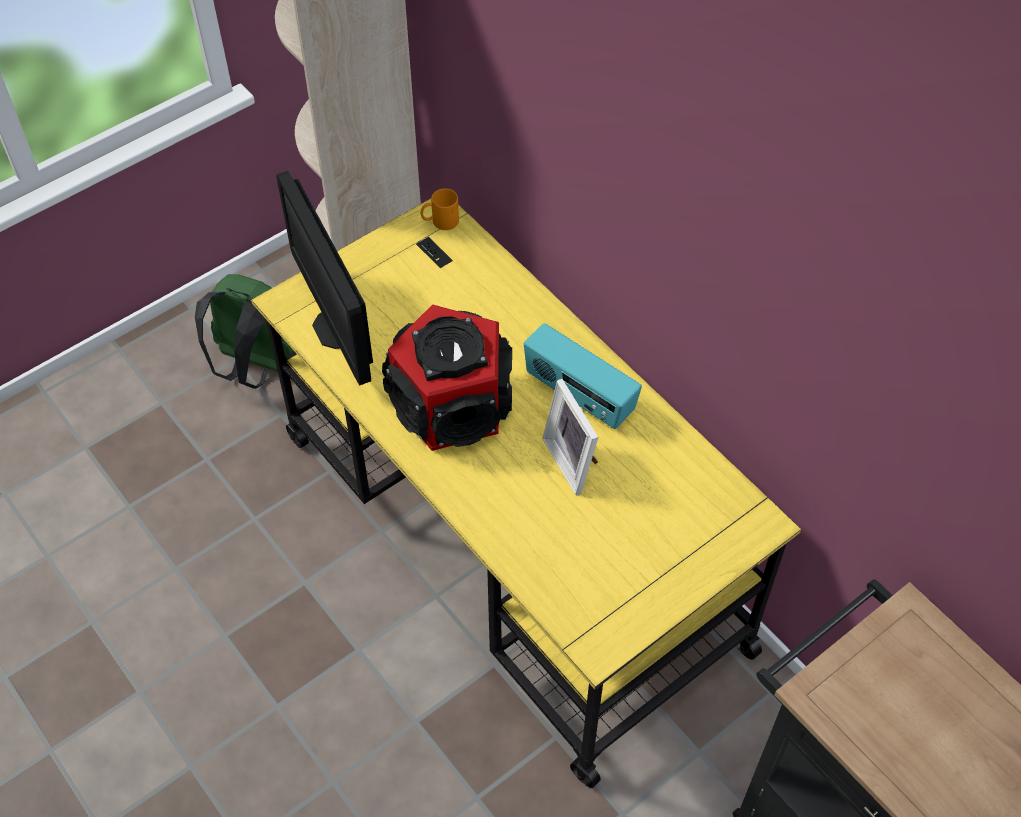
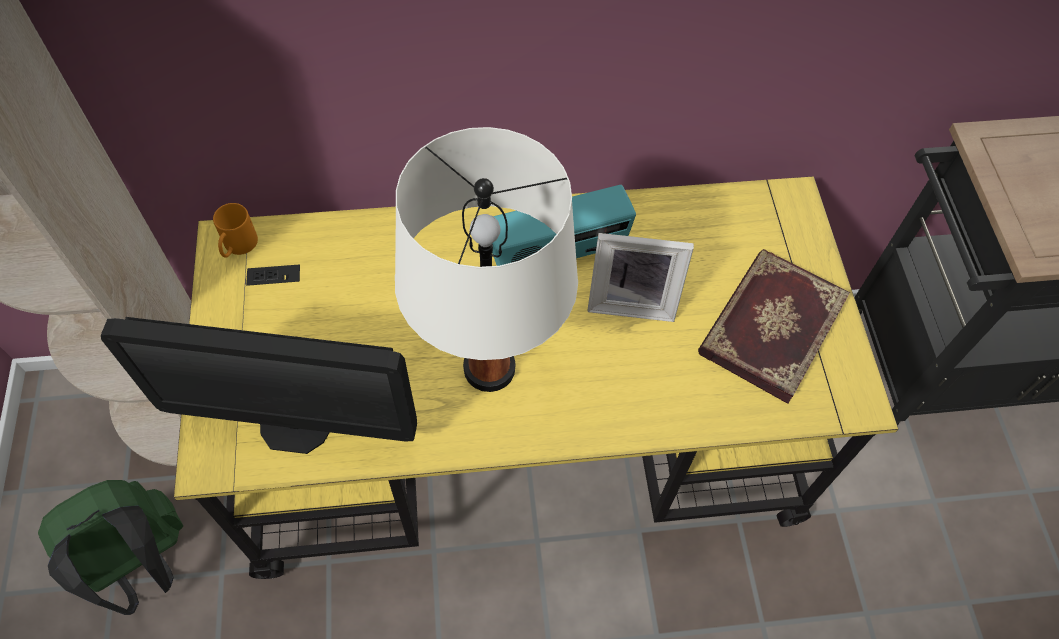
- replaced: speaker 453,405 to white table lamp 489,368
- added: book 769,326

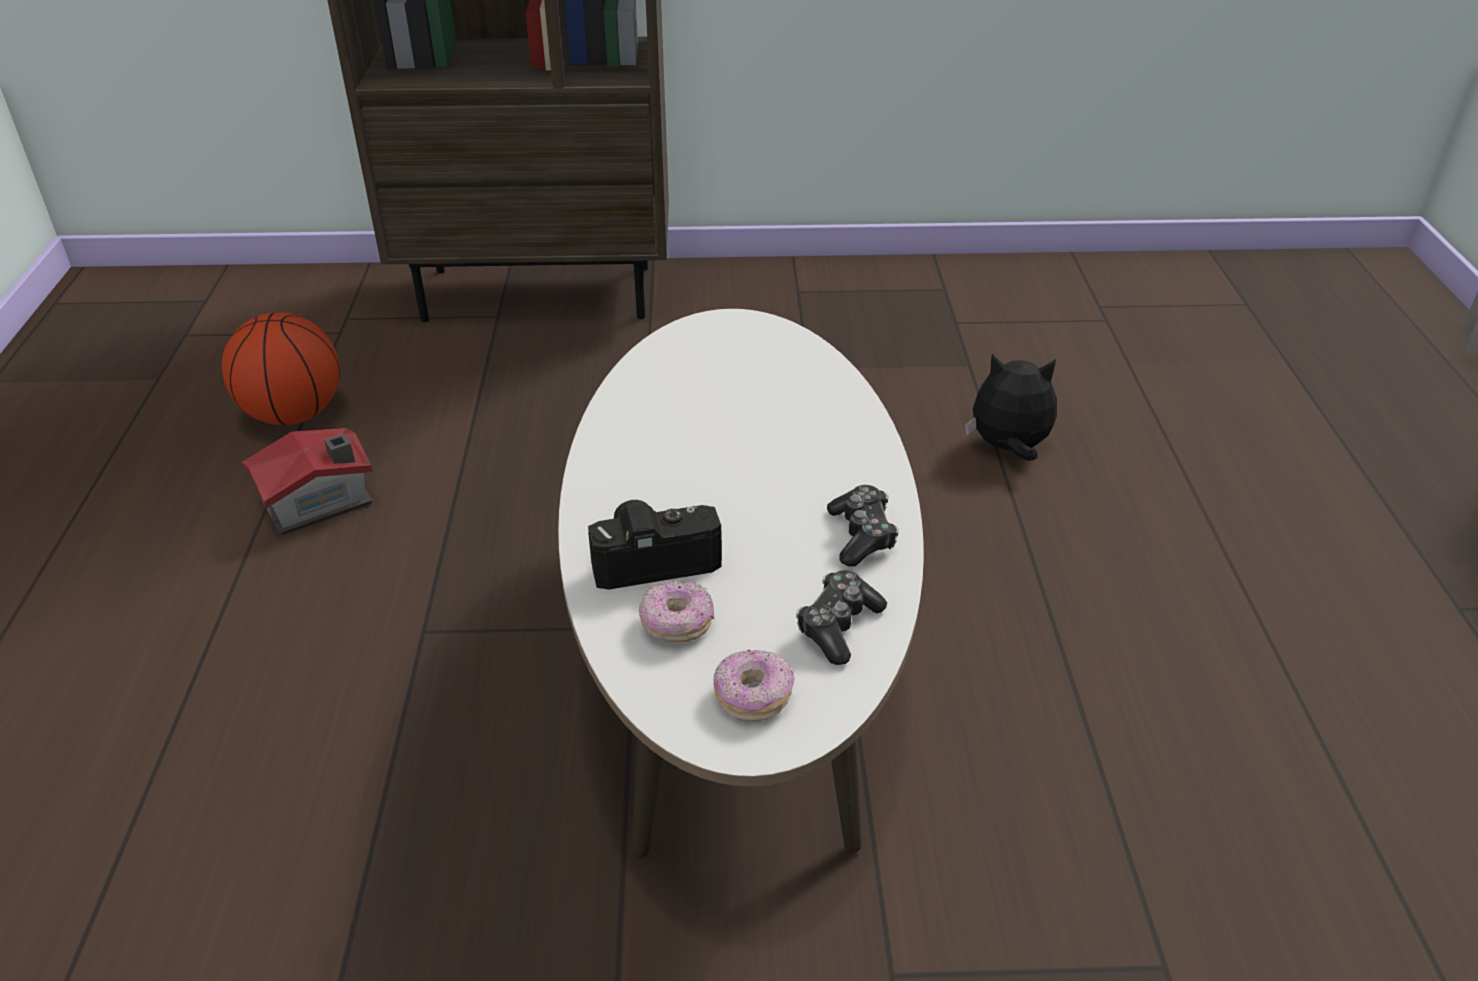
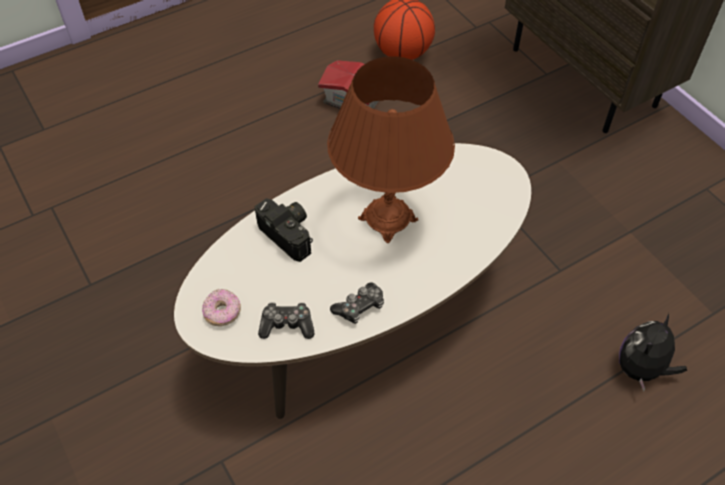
- turned: plush toy 1008,448 = 641,369 120 degrees counterclockwise
- removed: donut 677,624
- added: brown table lamp 388,219

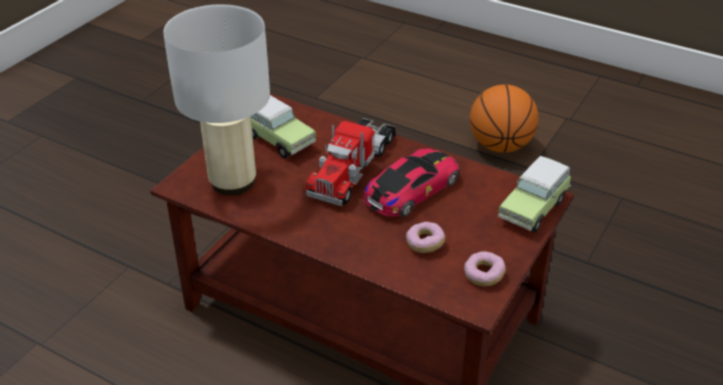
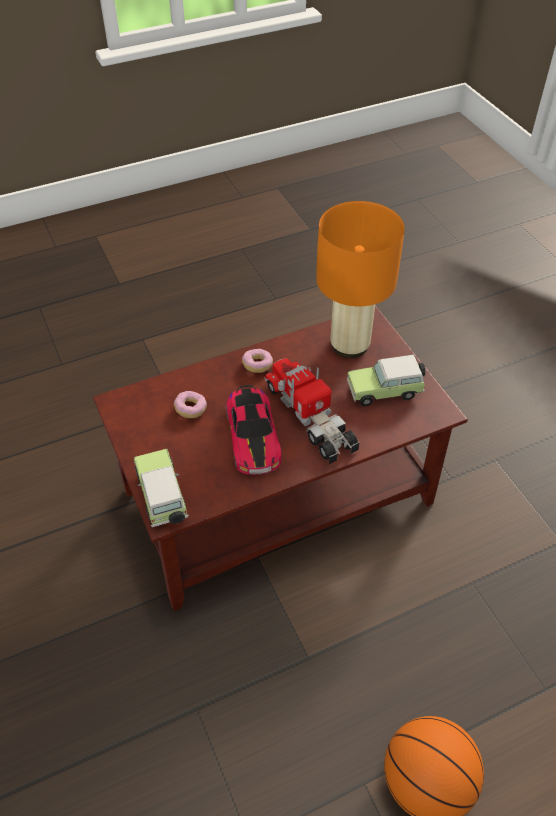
- recoloured: white table lamp 232,181 to orange table lamp 351,345
- moved: donut 483,275 to 257,365

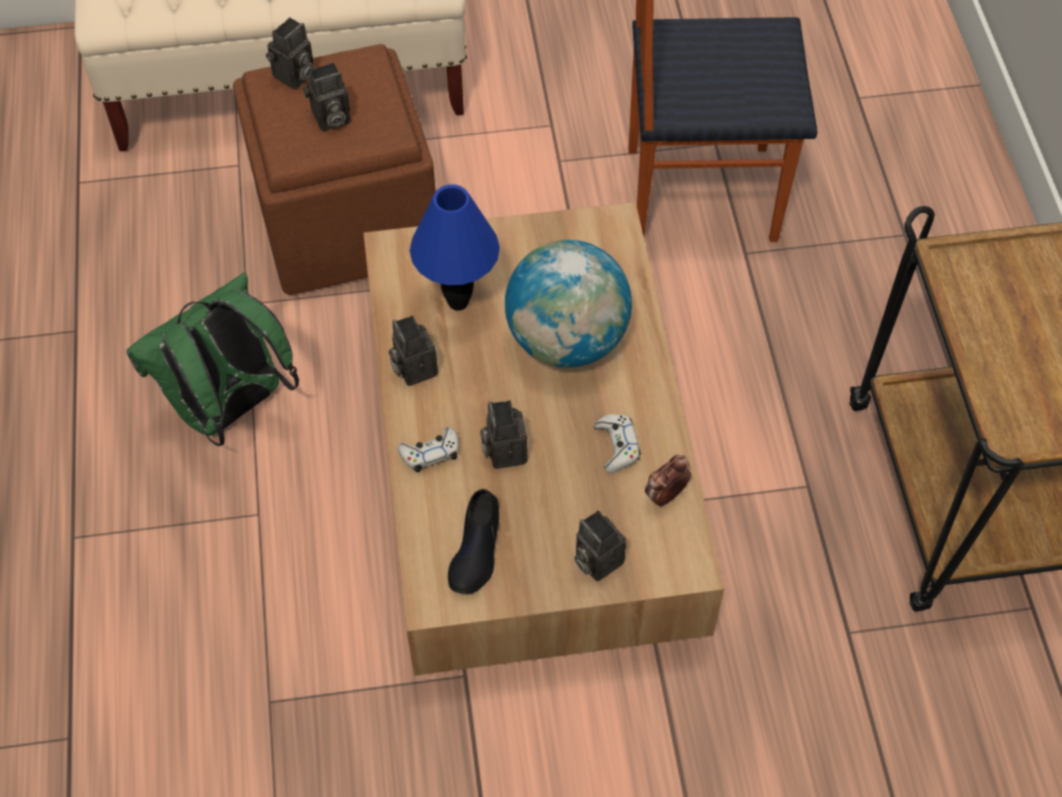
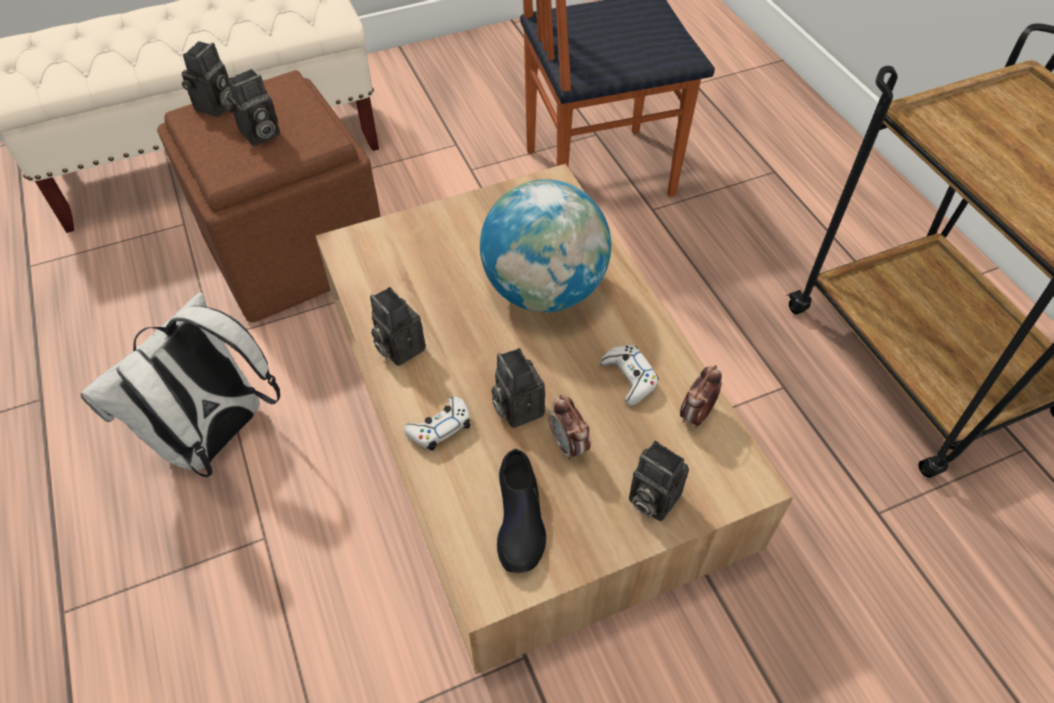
- removed: blue table lamp 458,303
- recoloured: green backpack 231,408 to white backpack 216,438
- added: alarm clock 568,445

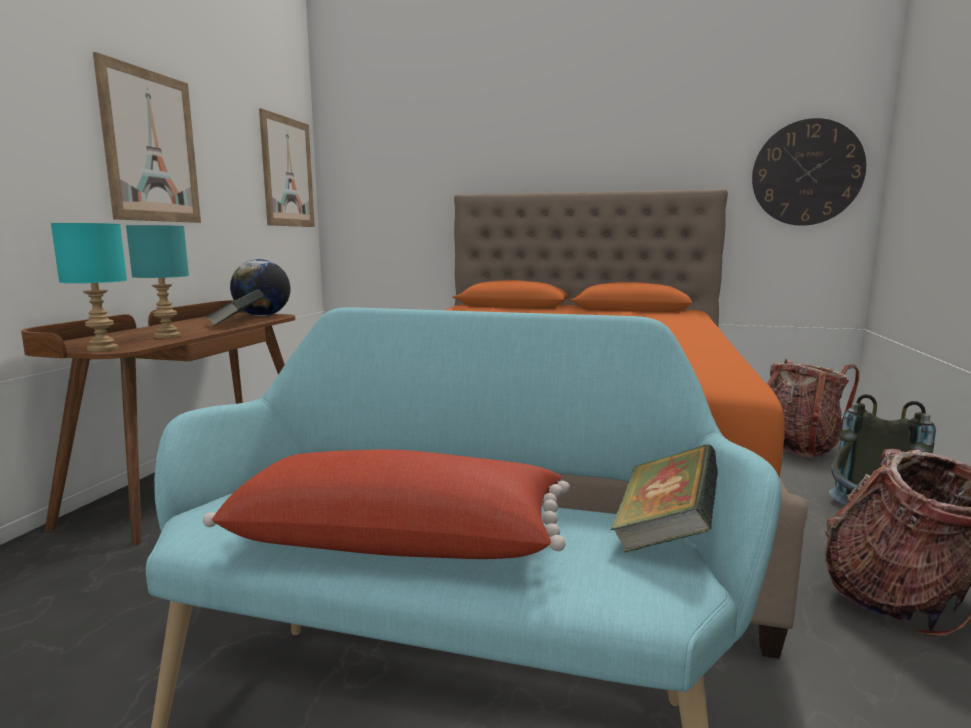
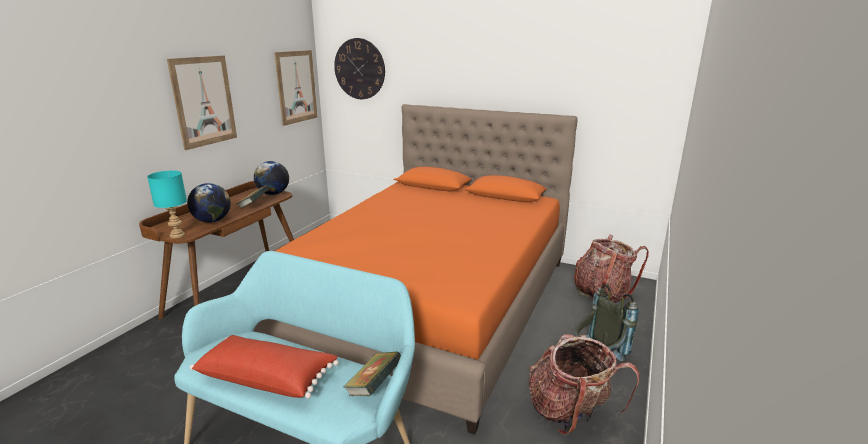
- moved: wall clock 807,173 to 359,69
- replaced: turquoise table lamp 166,336 to globe 212,221

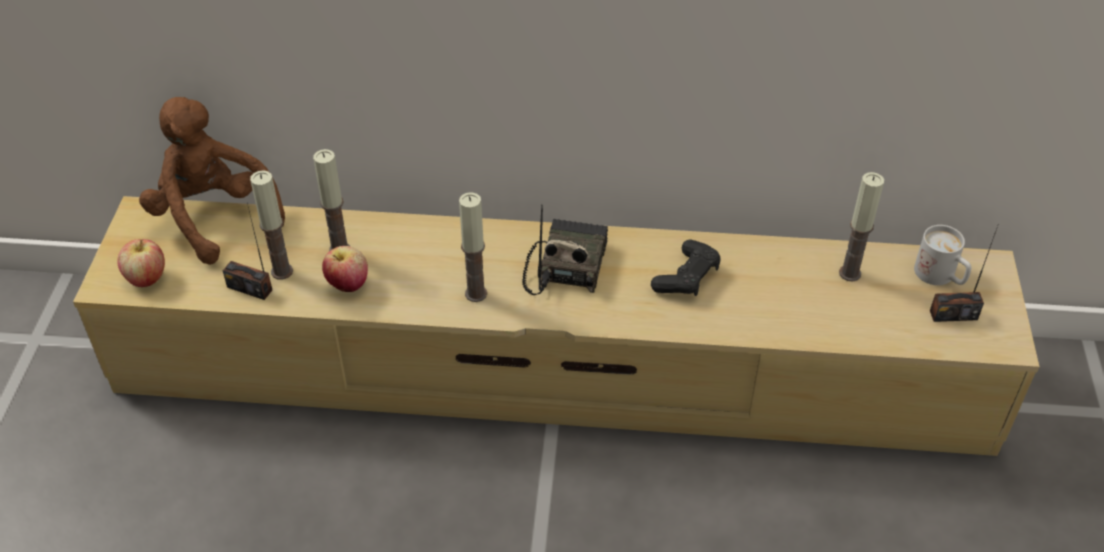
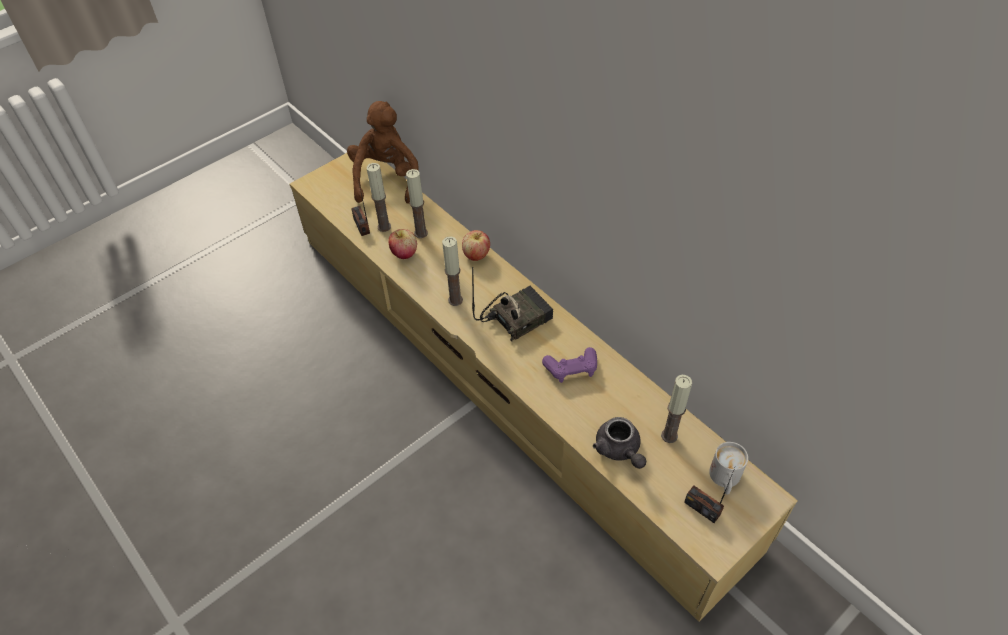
- moved: apple 147,278 to 476,255
- recoloured: black game controller 687,277 to purple game controller 571,369
- added: grey teapot 619,450

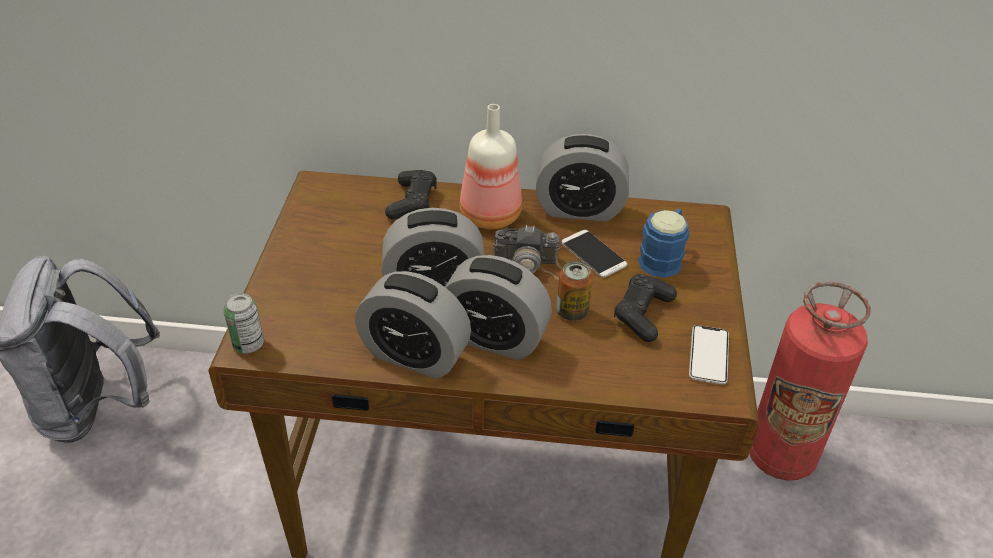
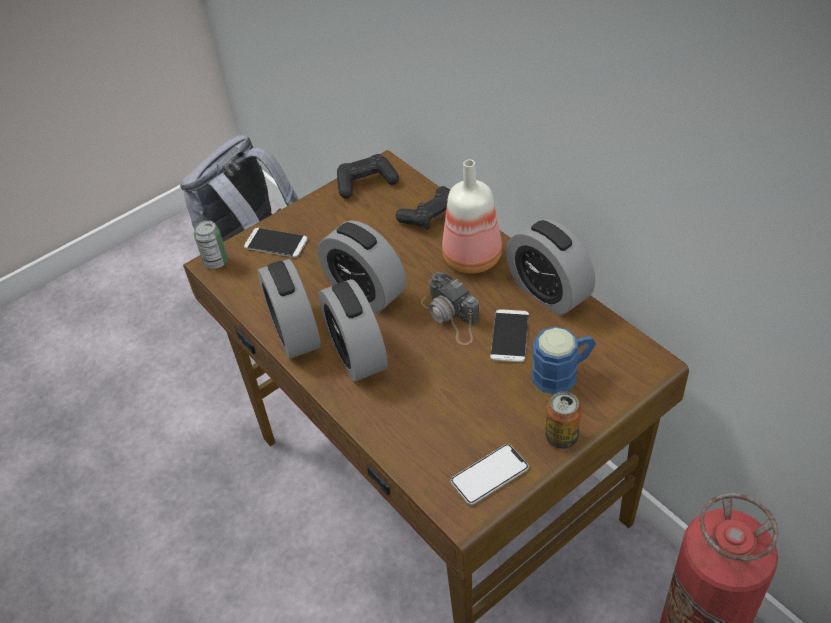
- moved: can 572,312 to 561,437
- moved: black game controller 642,314 to 366,183
- added: phone 276,243

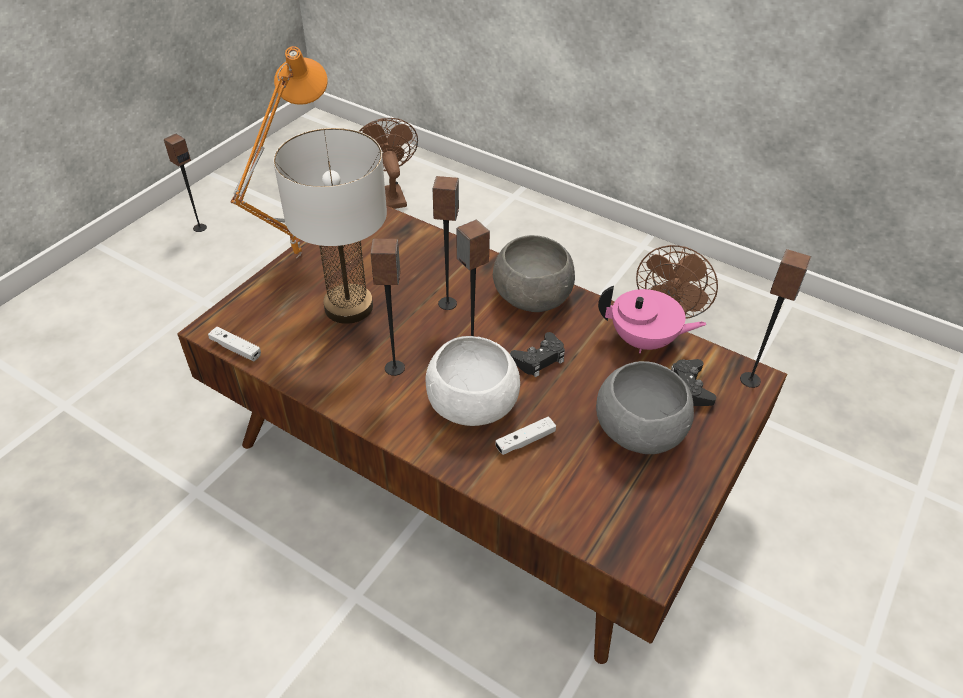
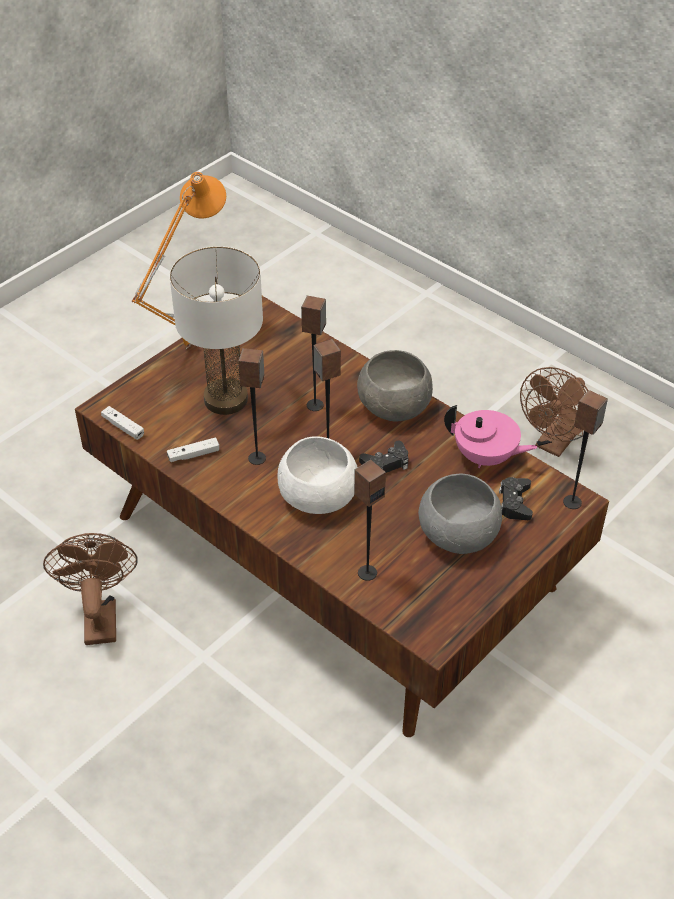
- moved: brown fan 389,195 to 99,616
- moved: speaker 199,228 to 367,572
- moved: white game controller 525,441 to 193,455

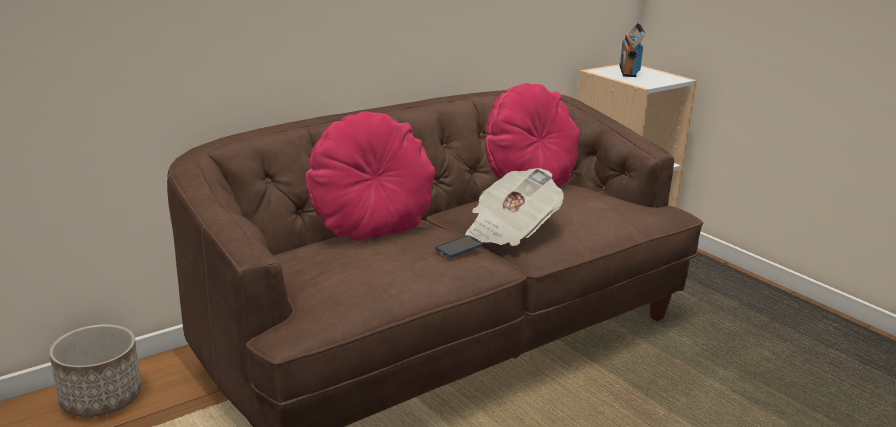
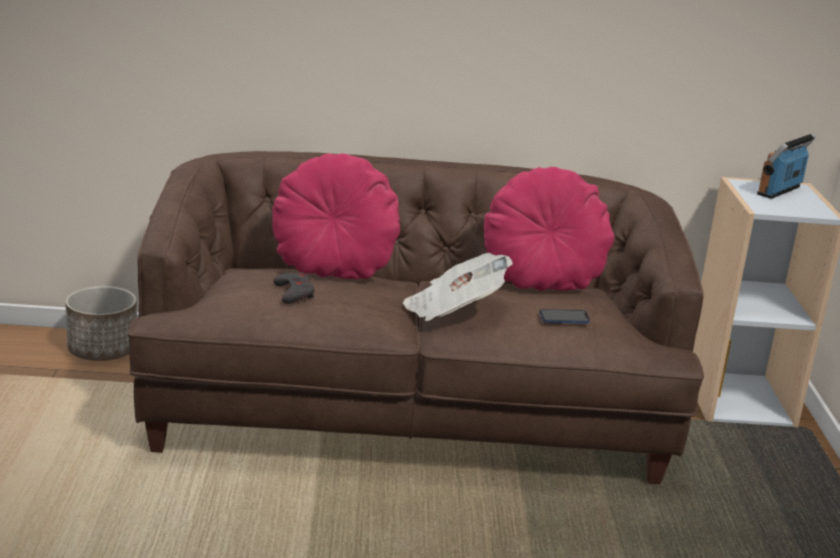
- moved: phone 459,248 to 564,318
- added: grey game controller 294,293

